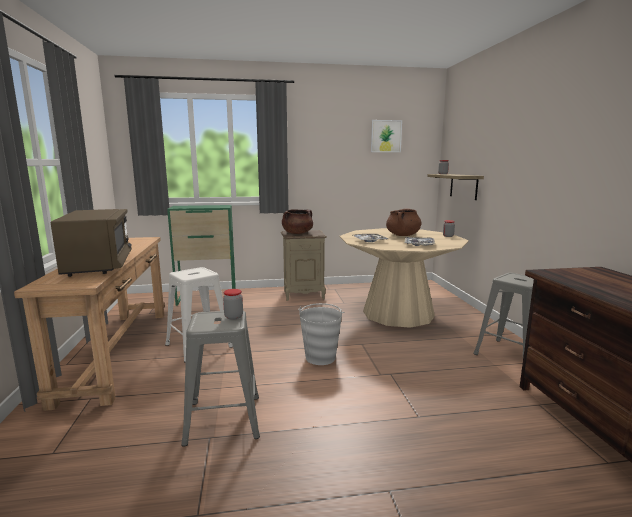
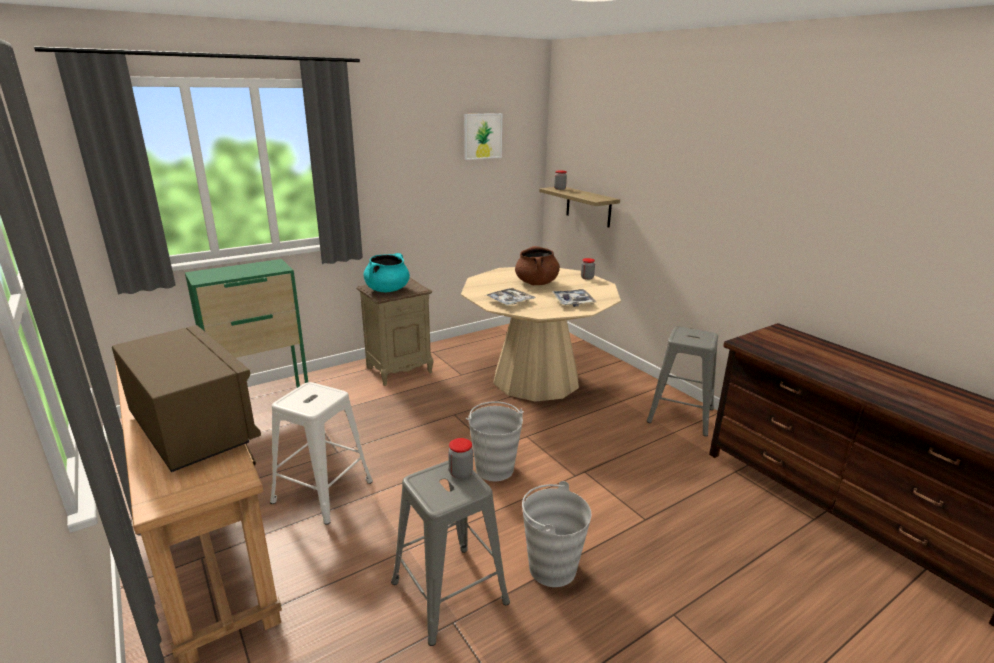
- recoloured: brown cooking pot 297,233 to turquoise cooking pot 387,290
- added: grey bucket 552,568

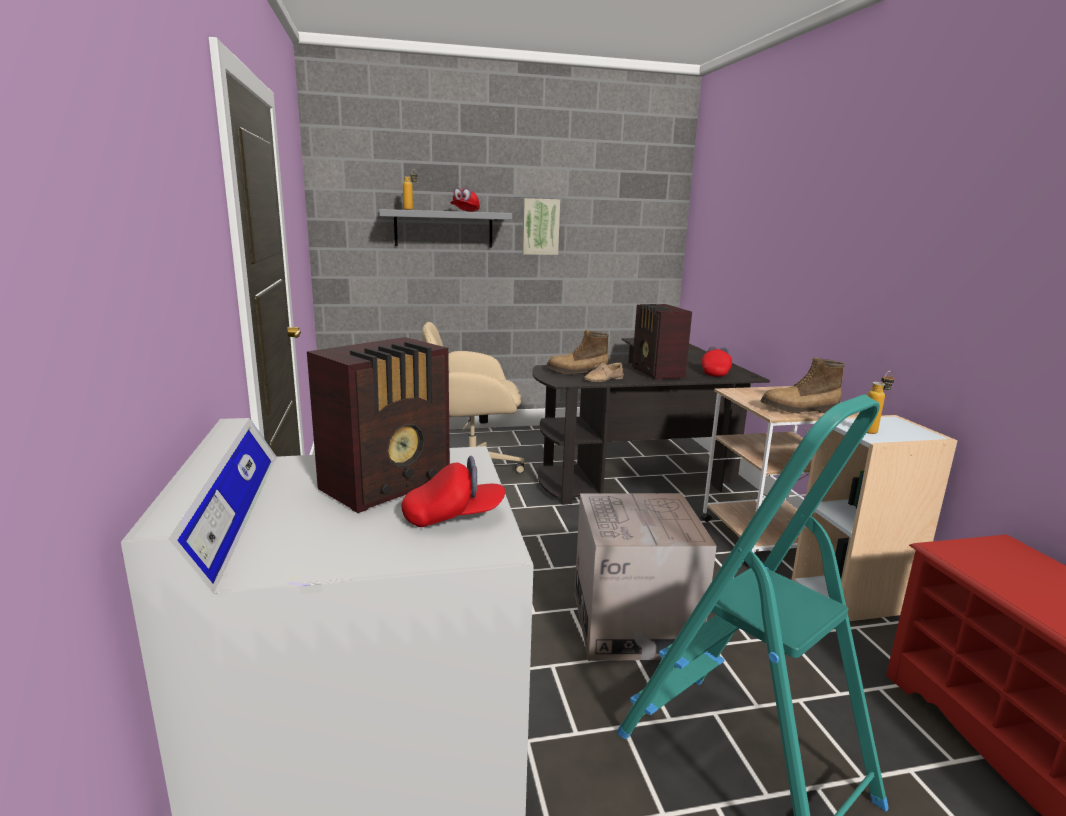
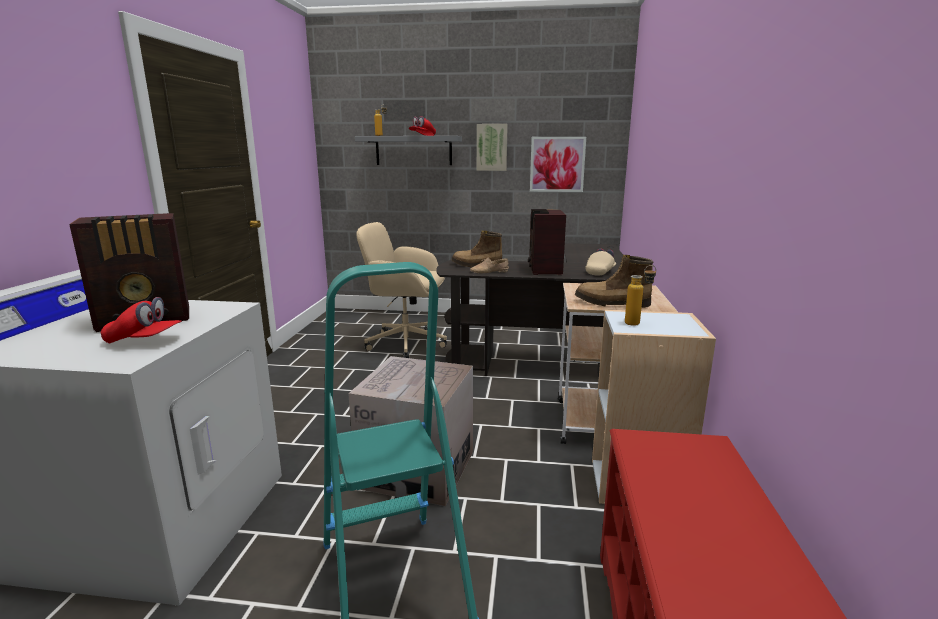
- recoloured: red cap 715,372 to beige cap 600,272
- added: picture 557,164

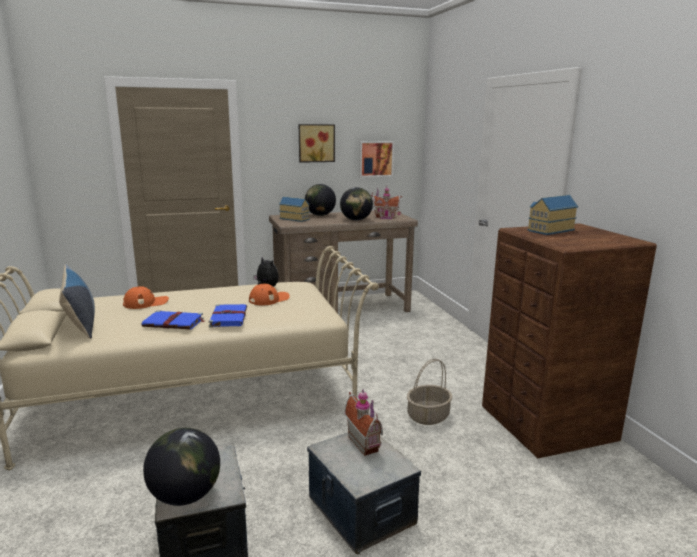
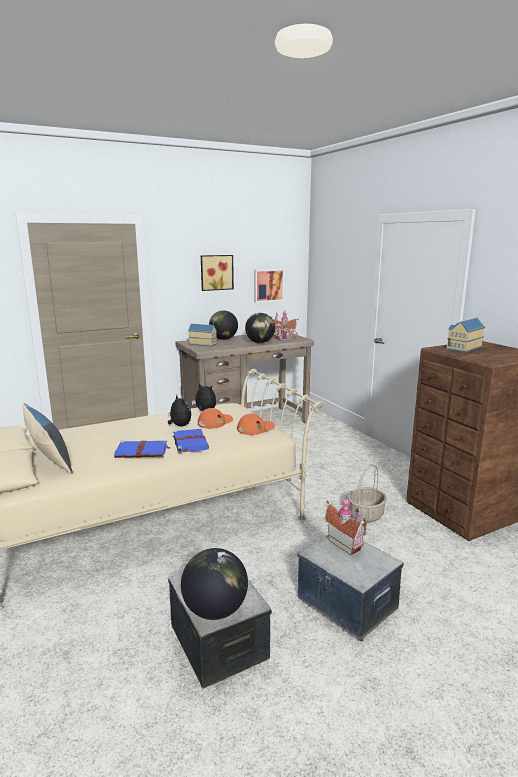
- moved: orange cap 146,303 to 255,428
- added: plush toy 179,426

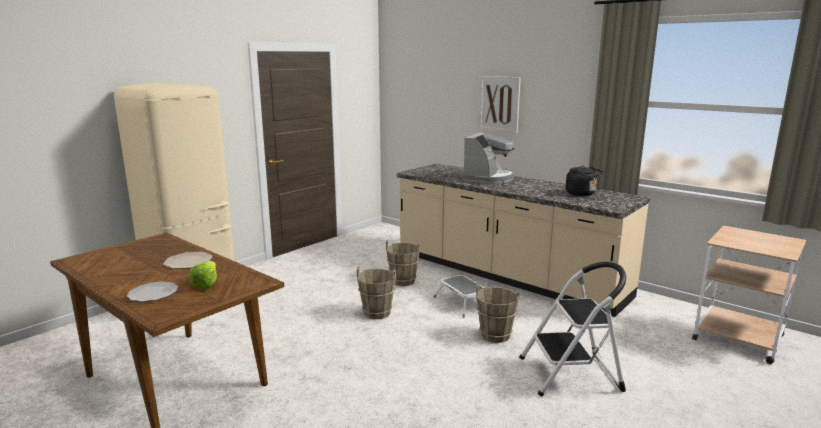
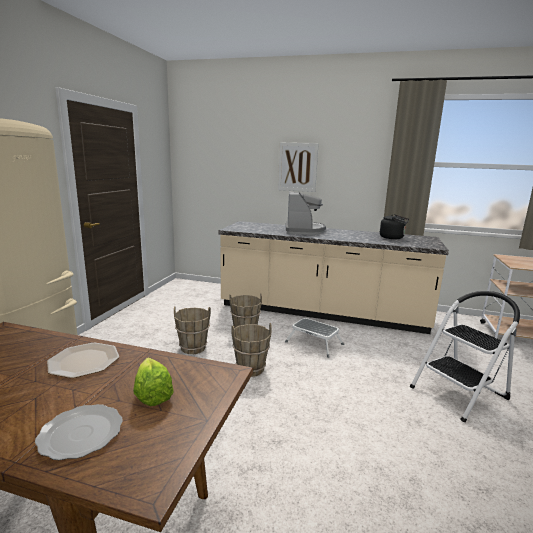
- moved: brown bucket 495,335 to 193,348

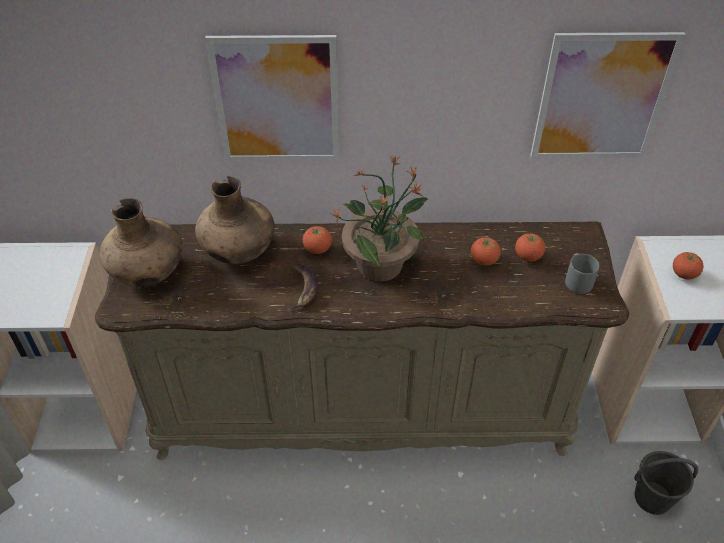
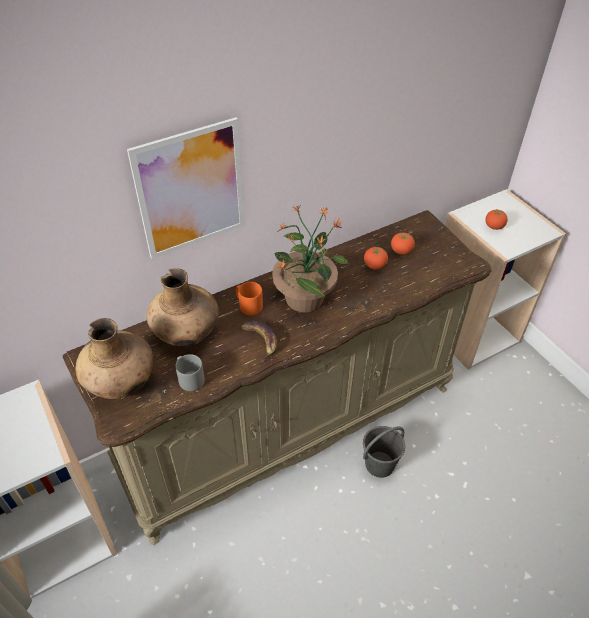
- removed: picture 602,98
- replaced: tomato 317,249 to orange mug 248,306
- moved: grey mug 577,281 to 189,379
- moved: grey bucket 653,498 to 380,464

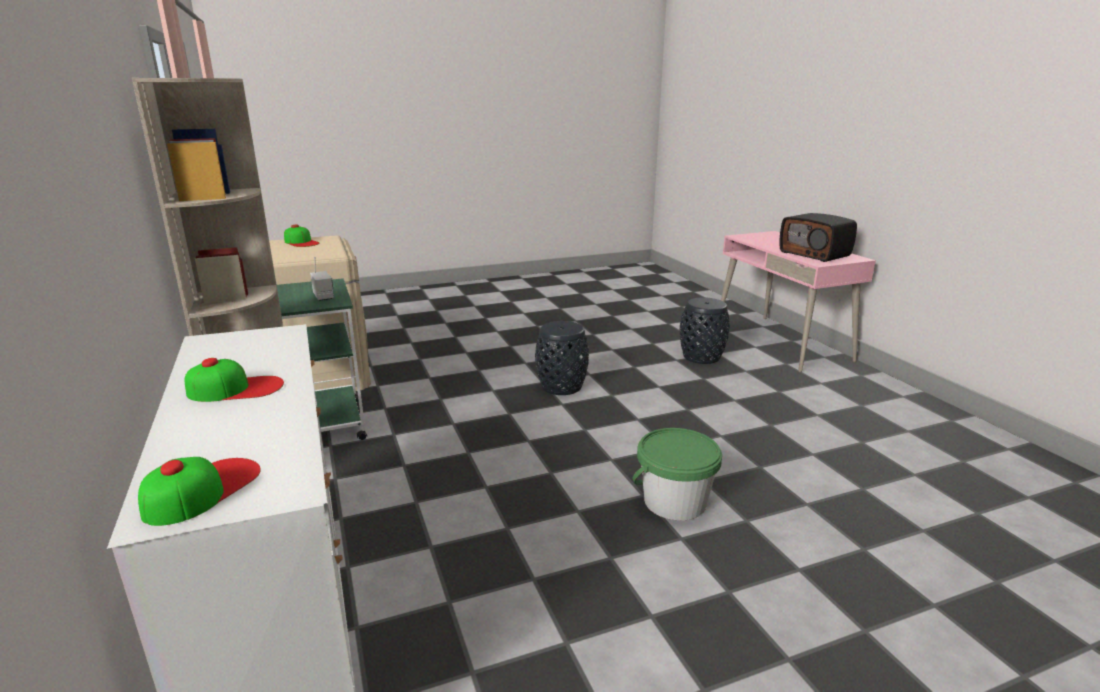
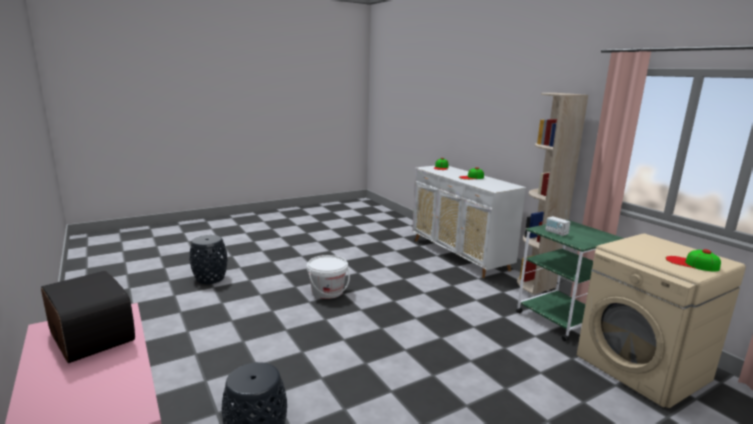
- moved: black stool 562,386 to 210,278
- recoloured: green bucket 674,501 to white bucket 327,291

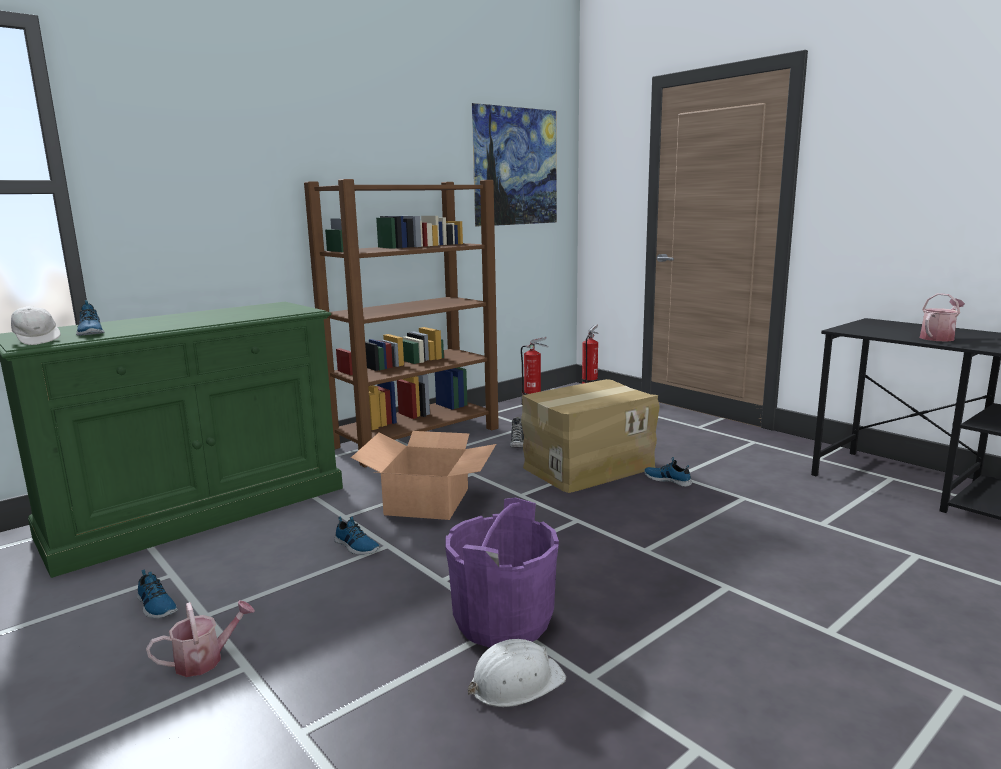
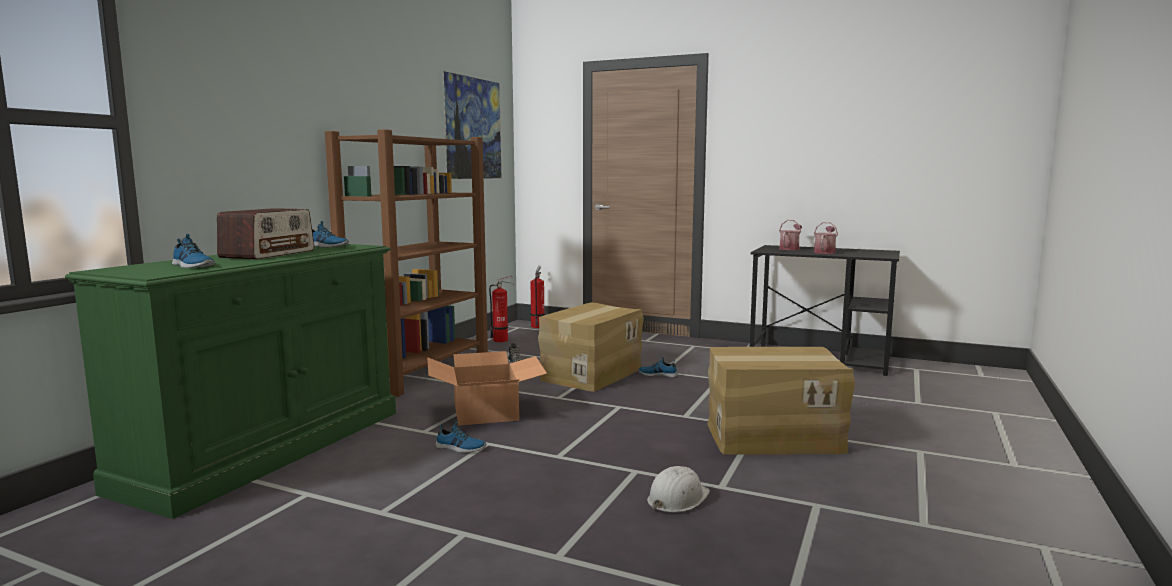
- removed: white cap 37,340
- removed: purple bucket 503,620
- moved: shoe 156,606 to 326,246
- moved: watering can 205,659 to 790,248
- added: radio 268,254
- added: cardboard box 773,436

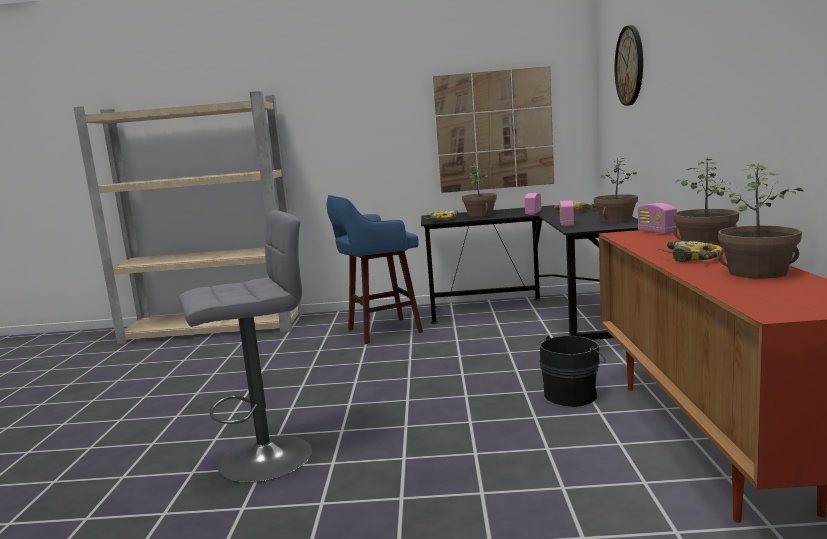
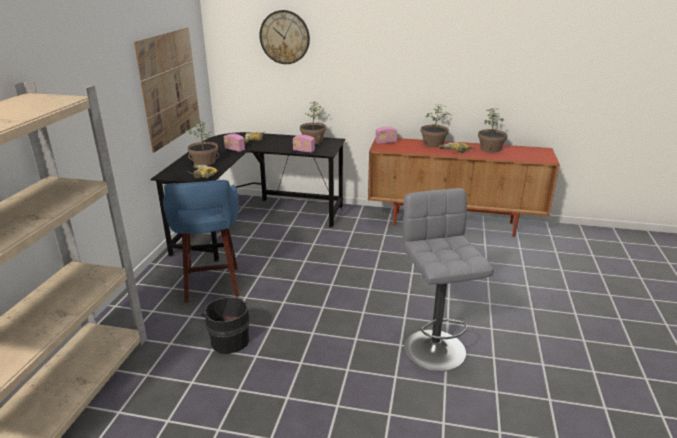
- moved: black bucket 572,395 to 229,340

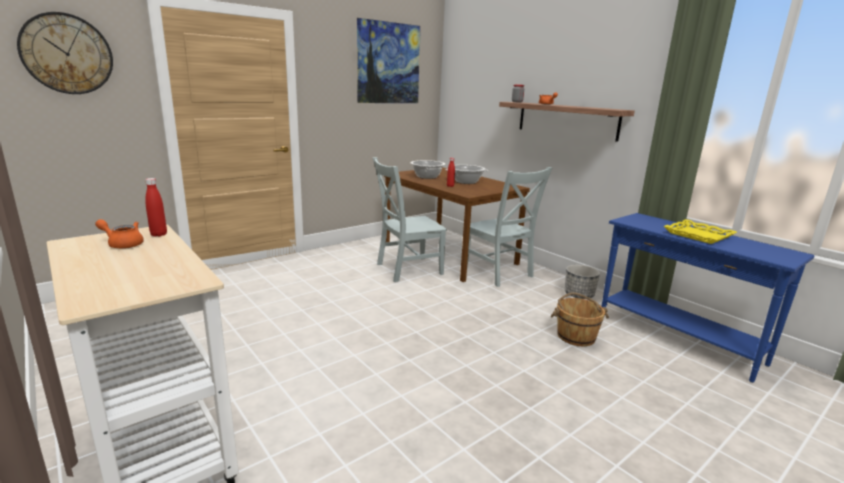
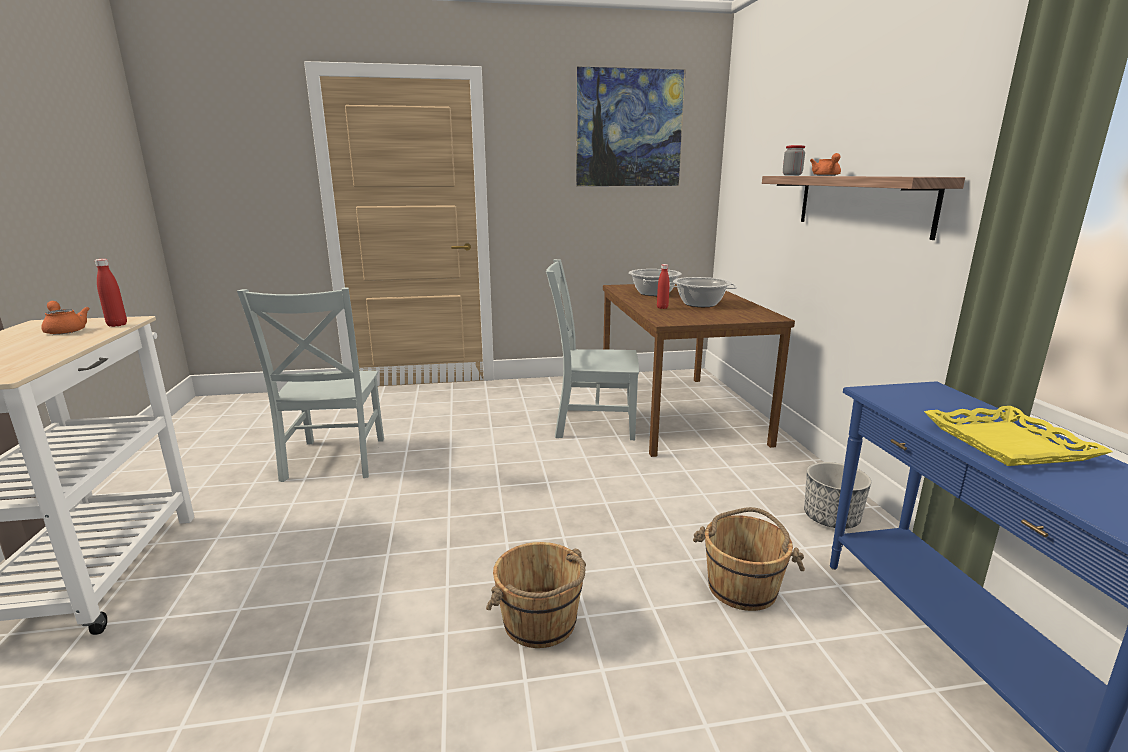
- removed: wall clock 67,54
- moved: grey chair 499,273 to 333,461
- added: brown bucket 540,623

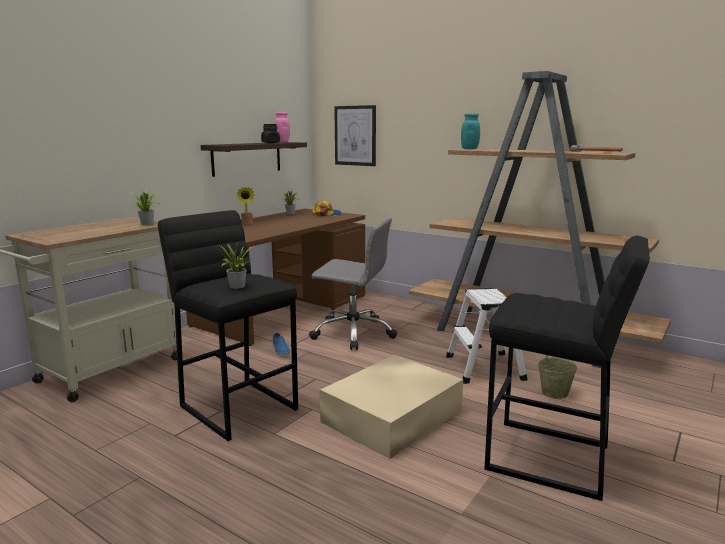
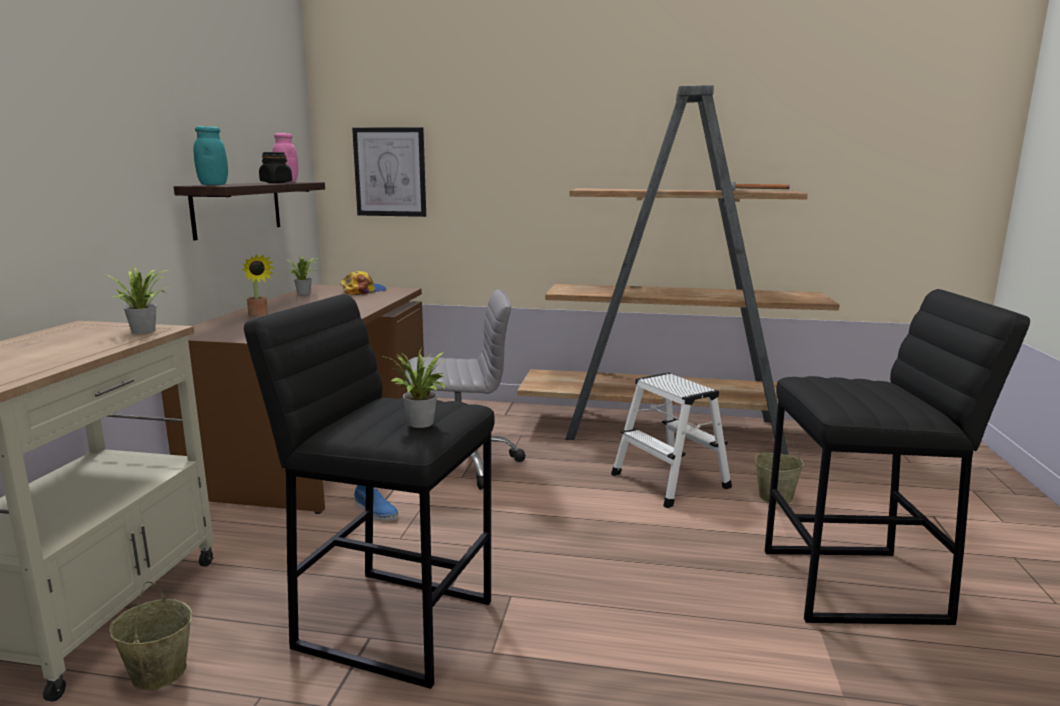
- moved: turquoise jar 469,149 to 213,185
- removed: beige storage box 394,416
- added: beige bucket 158,673

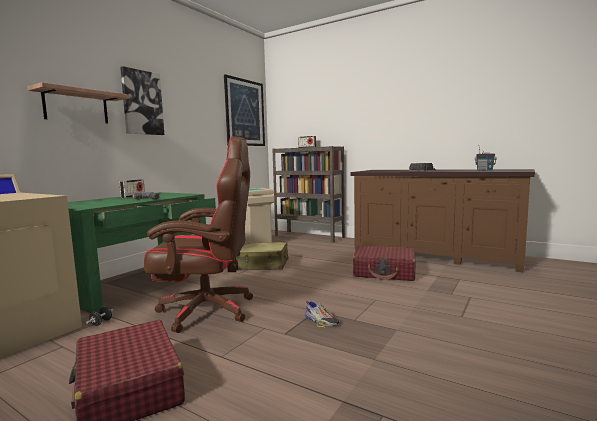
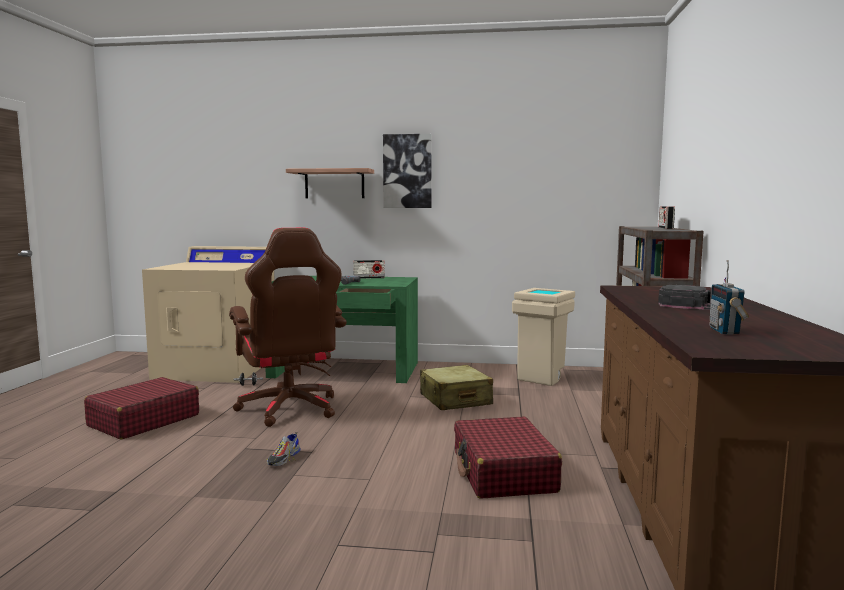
- removed: picture 245,113

